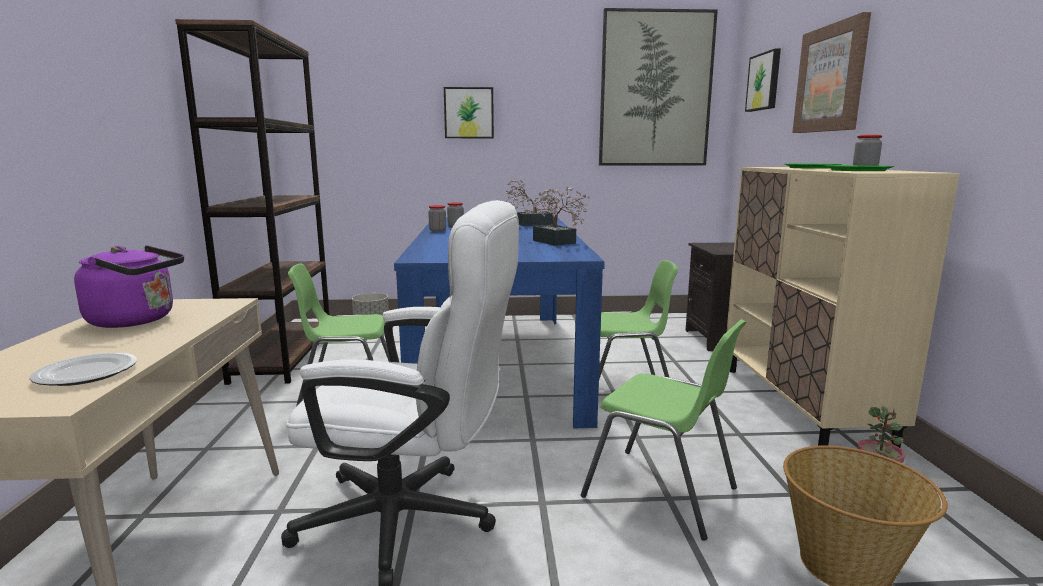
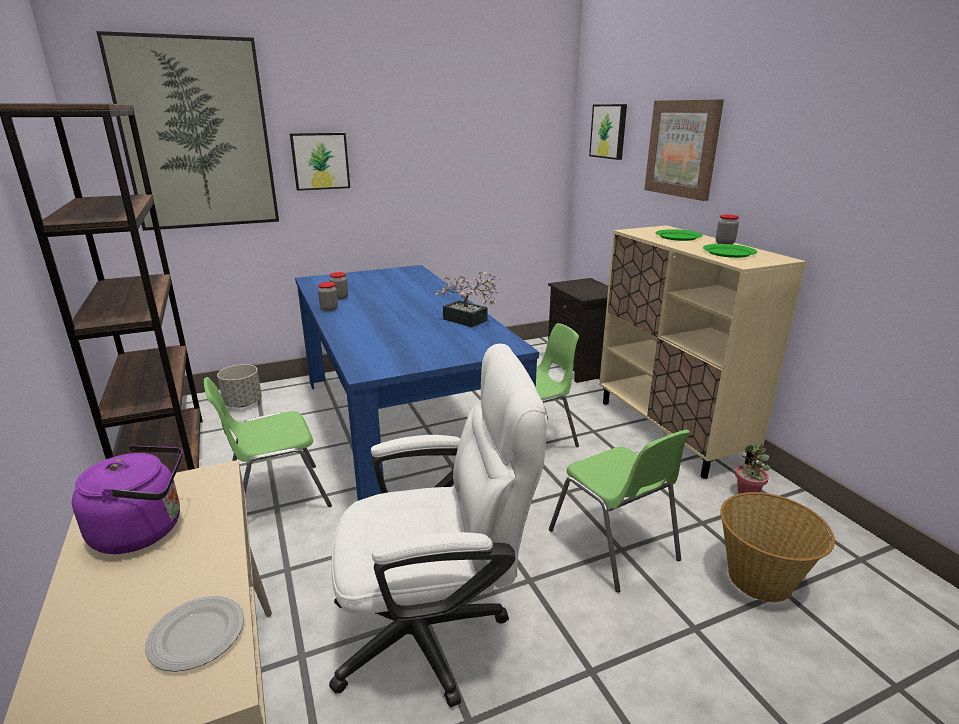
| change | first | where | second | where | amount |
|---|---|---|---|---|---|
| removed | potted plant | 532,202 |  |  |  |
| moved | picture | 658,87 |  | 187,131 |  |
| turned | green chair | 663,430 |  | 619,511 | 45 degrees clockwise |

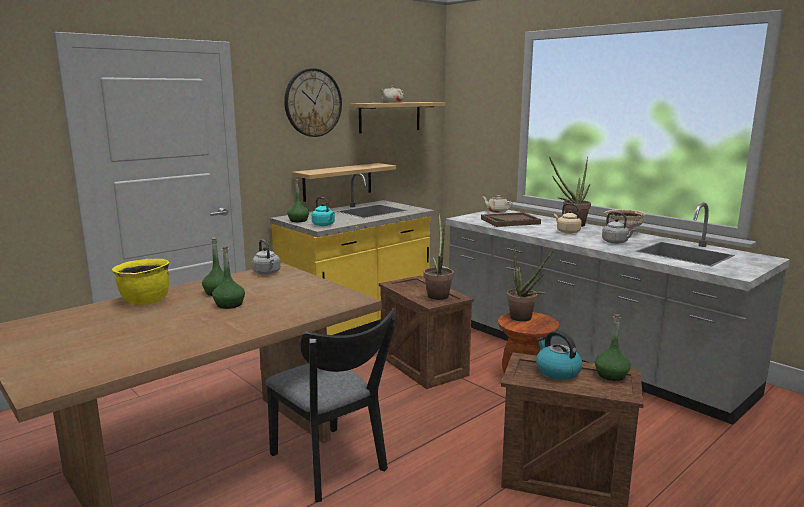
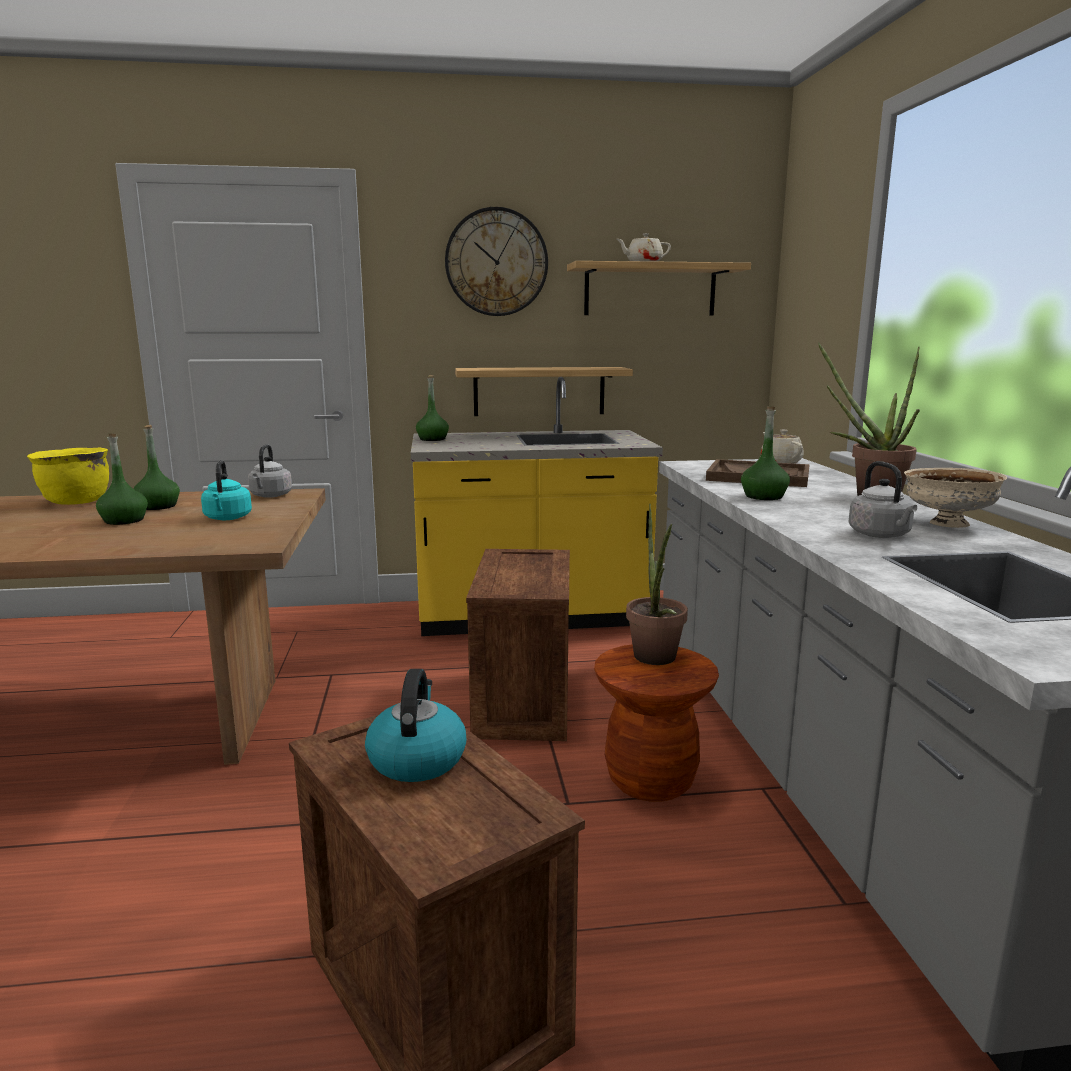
| change | first | where | second | where | amount |
|---|---|---|---|---|---|
| removed | black chair | 331,405 |  |  |  |
| removed | potted plant | 439,256 |  |  |  |
| removed | beige kettle | 567,218 |  |  |  |
| moved | turquoise kettle | 323,211 |  | 226,490 |  |
| moved | green bottle | 613,347 |  | 765,453 |  |

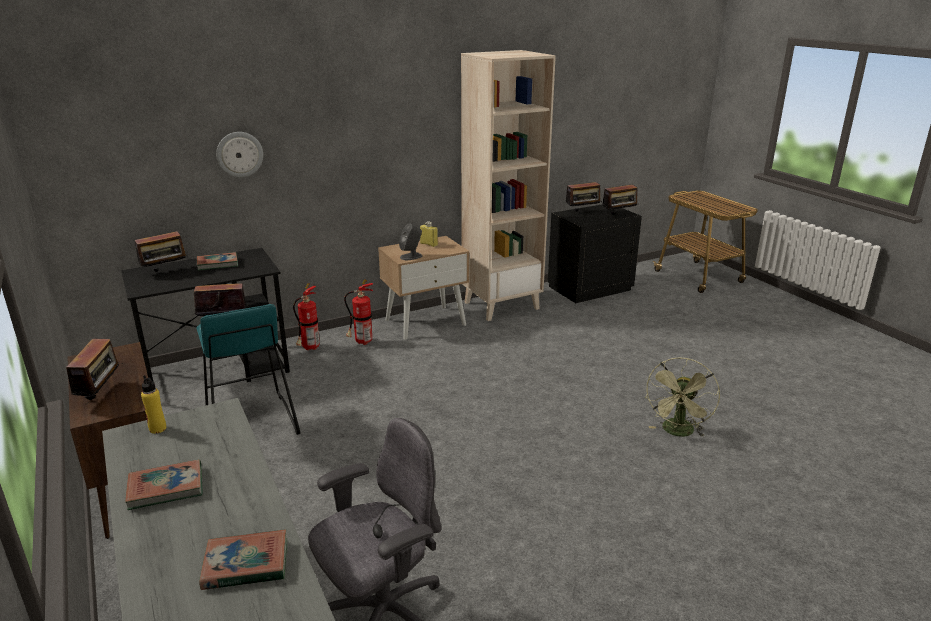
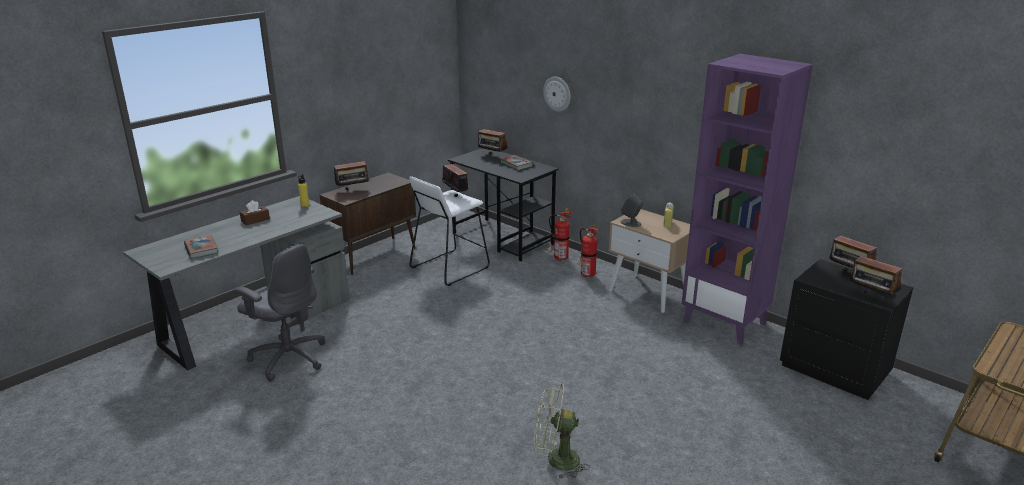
| change | first | where | second | where | amount |
|---|---|---|---|---|---|
| replaced | book | 164,484 | brown tissue box | 255,213 |  |
| recoloured | turquoise stool | 248,369 | white stool | 449,231 |  |
| recoloured | beige bookcase | 508,185 | purple bookcase | 747,199 |  |

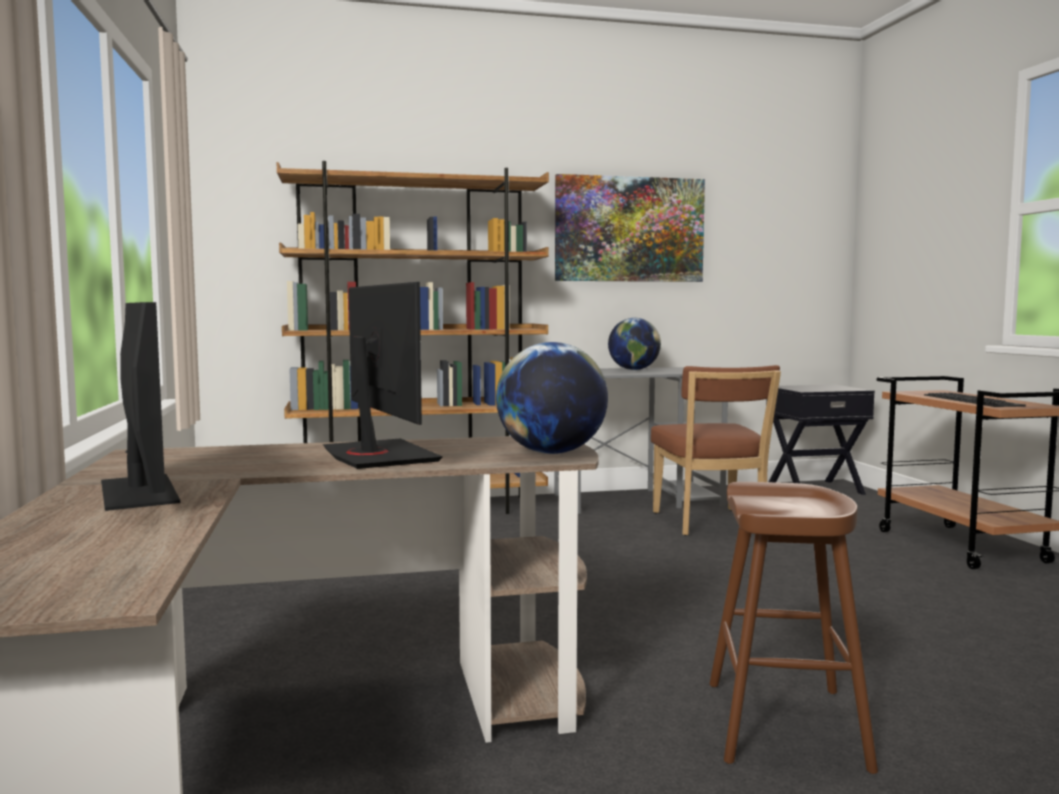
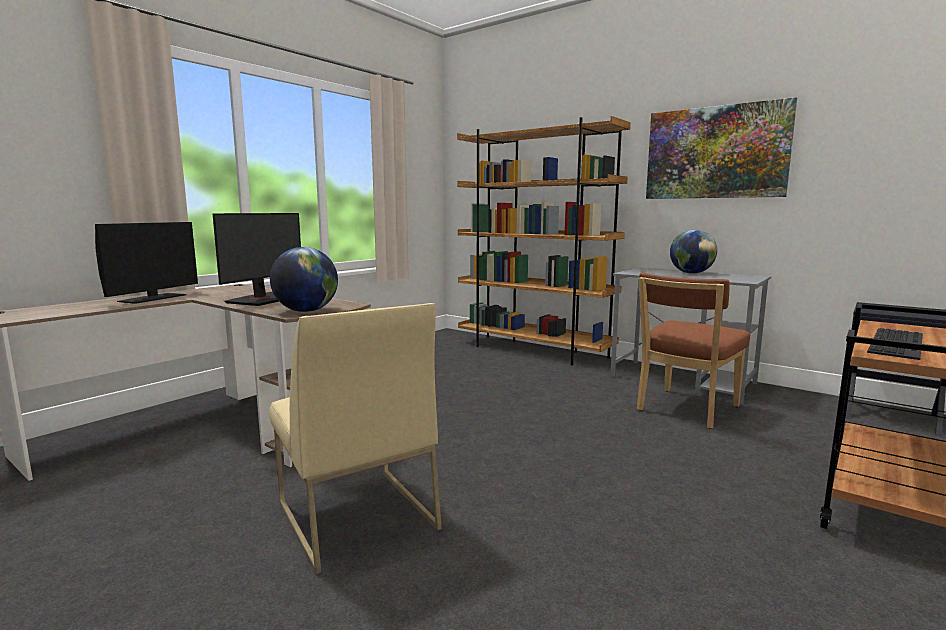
| change | first | where | second | where | amount |
|---|---|---|---|---|---|
| replaced | brown stool | 794,628 | beige chair | 355,438 |  |

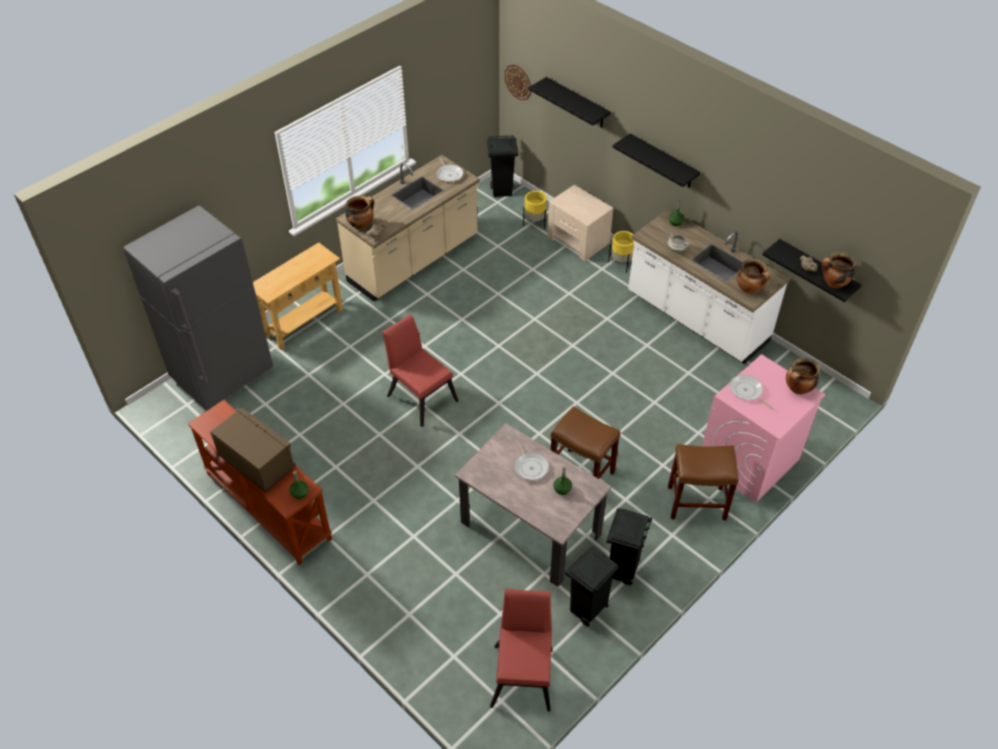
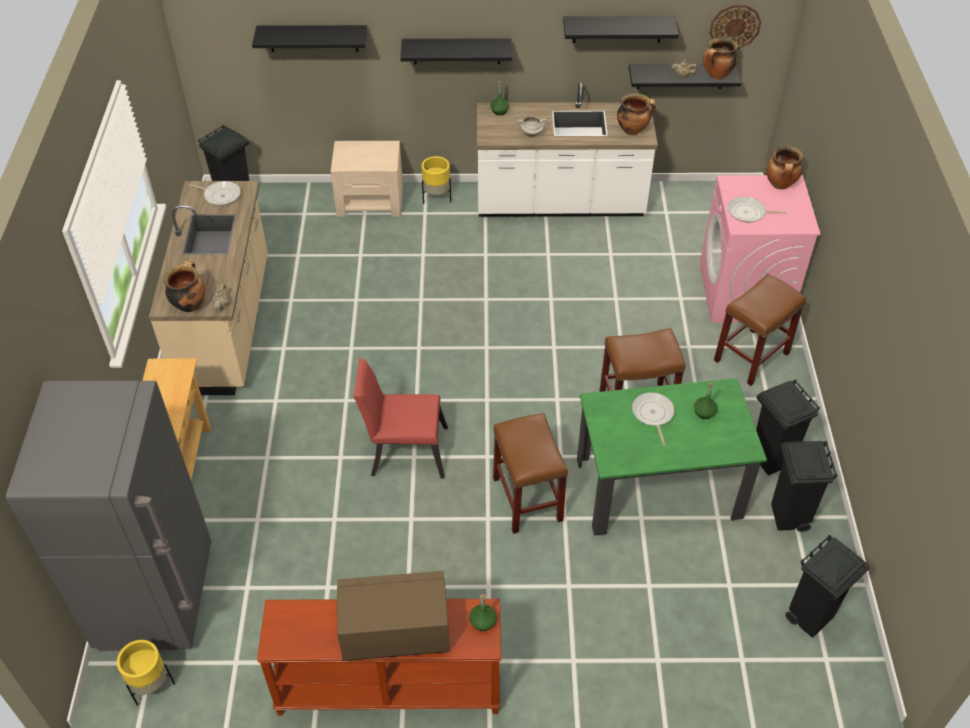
| change | first | where | second | where | amount |
|---|---|---|---|---|---|
| added |  |  | brown stool | 530,473 |  |
| added |  |  | black shelf | 621,29 |  |
| moved | wall clock | 517,83 |  | 735,27 |  |
| moved | yellow planter | 535,210 |  | 146,673 |  |
| replaced | red chair | 521,649 | black trash can | 827,586 |  |
| recoloured | beige dining table | 533,505 | green dining table | 672,456 |  |
| turned | frying pan | 532,460 |  | 653,419 | 120 degrees counterclockwise |

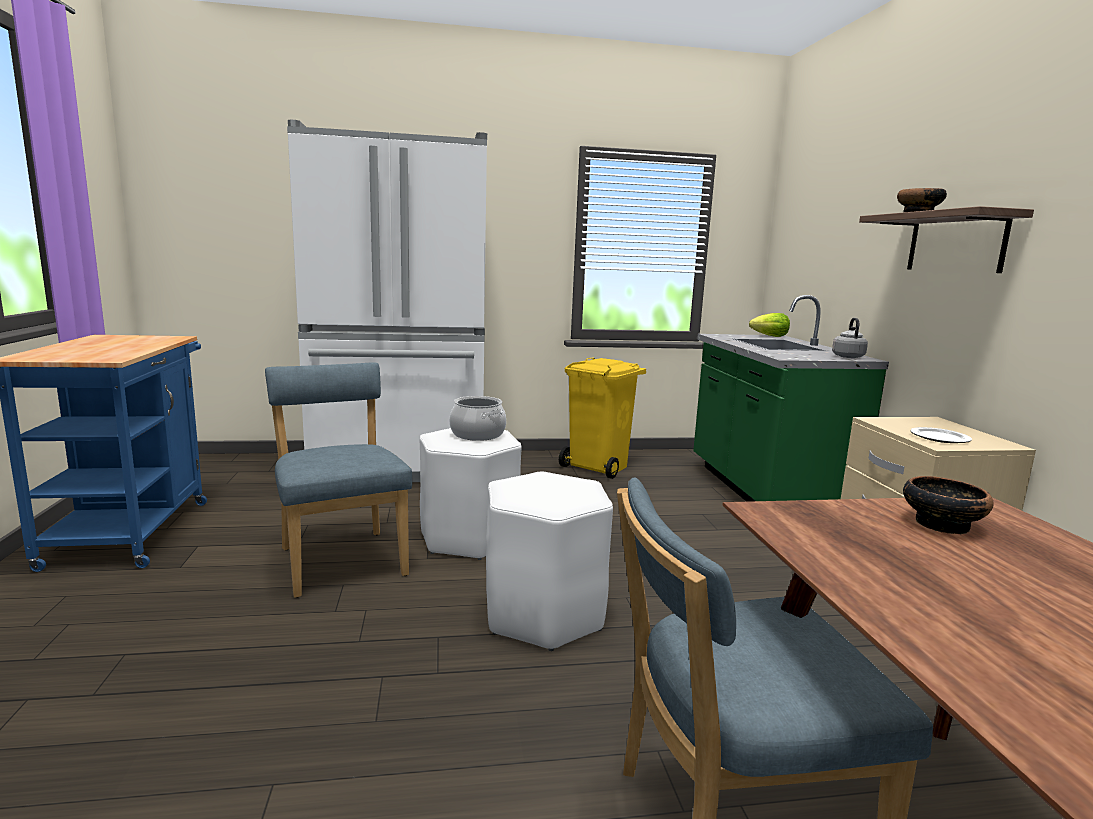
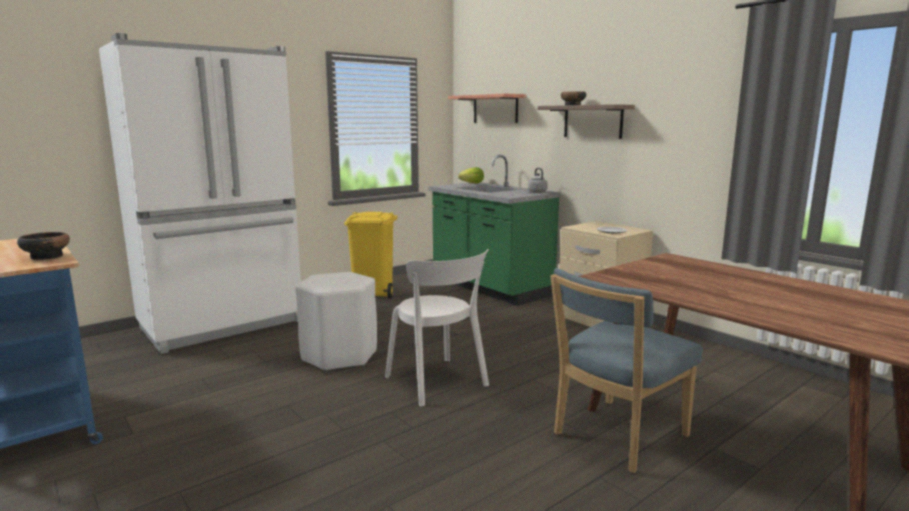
| change | first | where | second | where | amount |
|---|---|---|---|---|---|
| removed | blue chair | 338,480 |  |  |  |
| removed | cooking pot | 477,418 |  |  |  |
| added |  |  | shelf | 487,108 |  |
| moved | bowl | 948,505 |  | 43,246 |  |
| replaced | white stool | 549,561 | white chair | 437,328 |  |

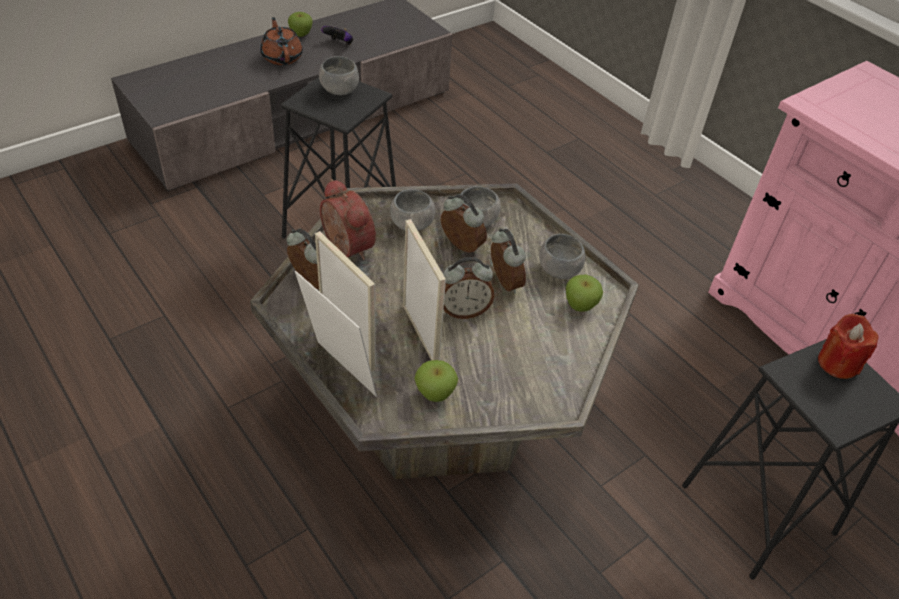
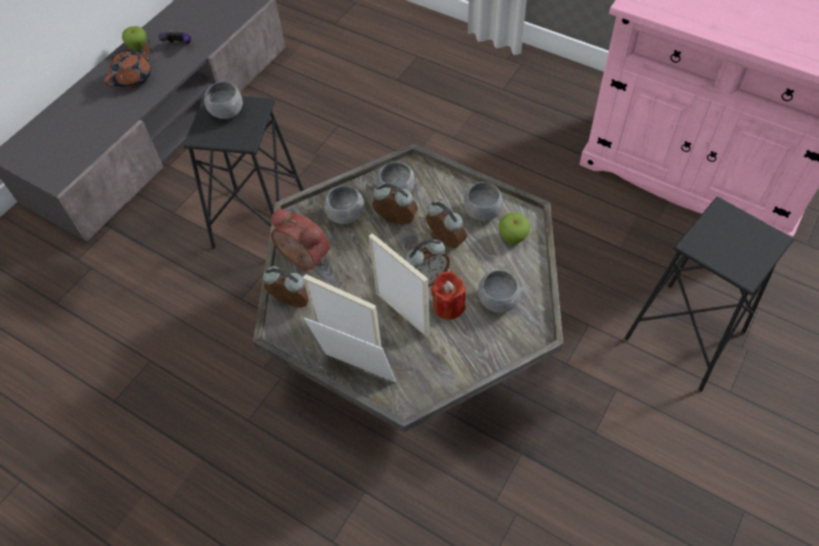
| change | first | where | second | where | amount |
|---|---|---|---|---|---|
| removed | apple | 436,381 |  |  |  |
| added |  |  | grey bowl | 499,291 |  |
| moved | red candle | 848,346 |  | 448,295 |  |
| turned | brown teapot | 281,41 |  | 127,64 | 75 degrees clockwise |

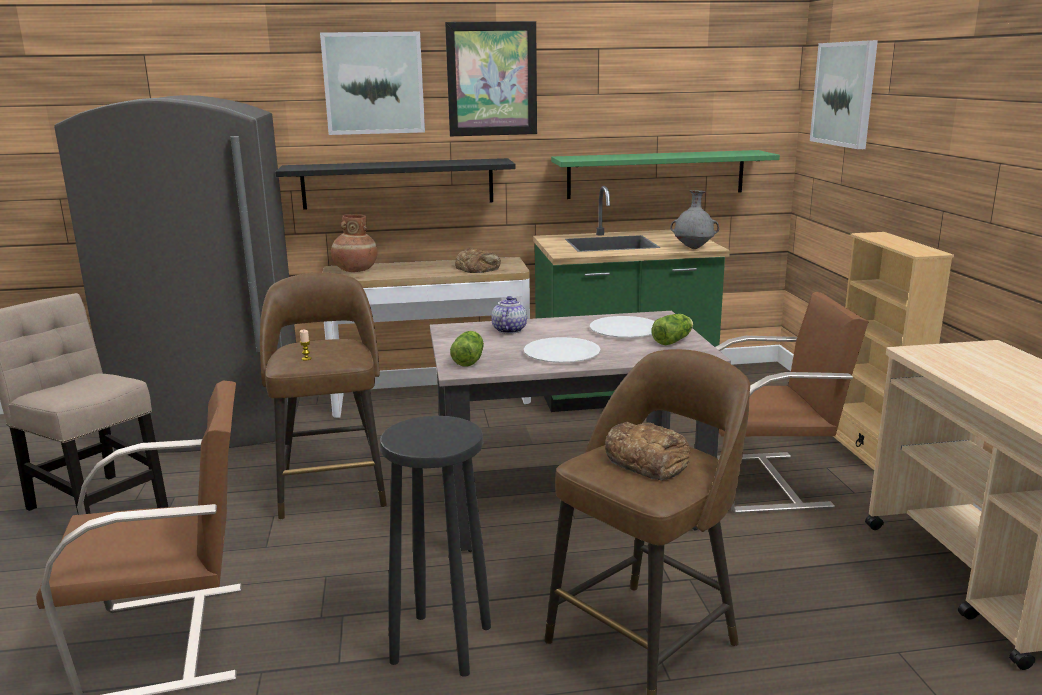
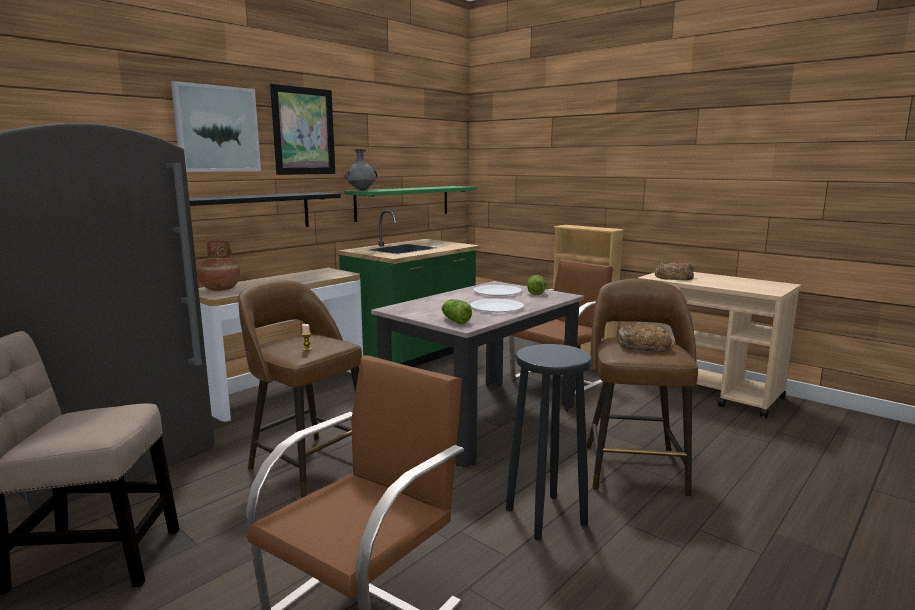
| change | first | where | second | where | amount |
|---|---|---|---|---|---|
| removed | teapot | 509,315 |  |  |  |
| removed | picture | 844,94 |  |  |  |
| moved | bread | 478,260 |  | 674,271 |  |
| moved | grey vase | 694,219 |  | 361,170 |  |

